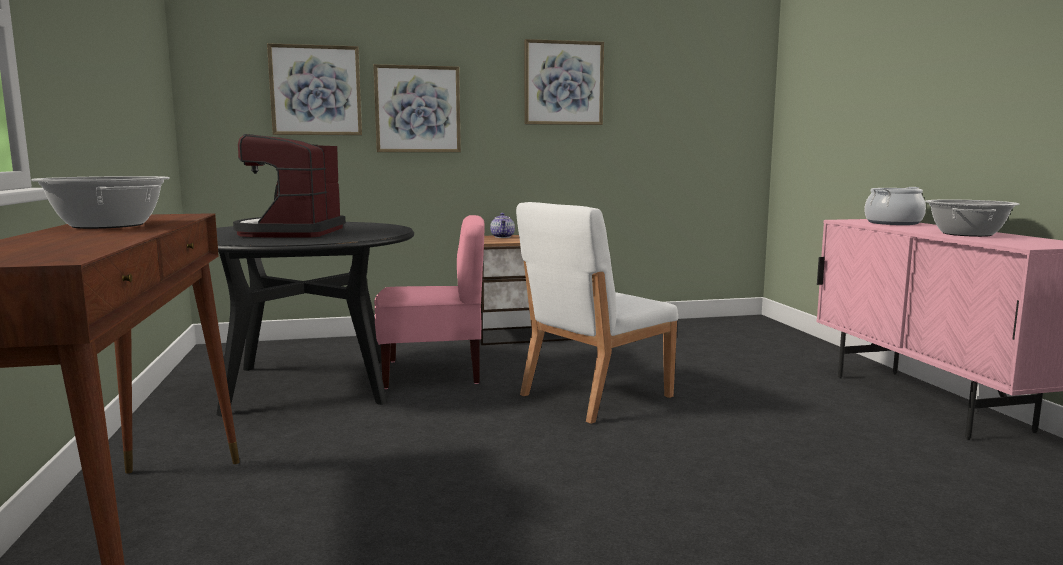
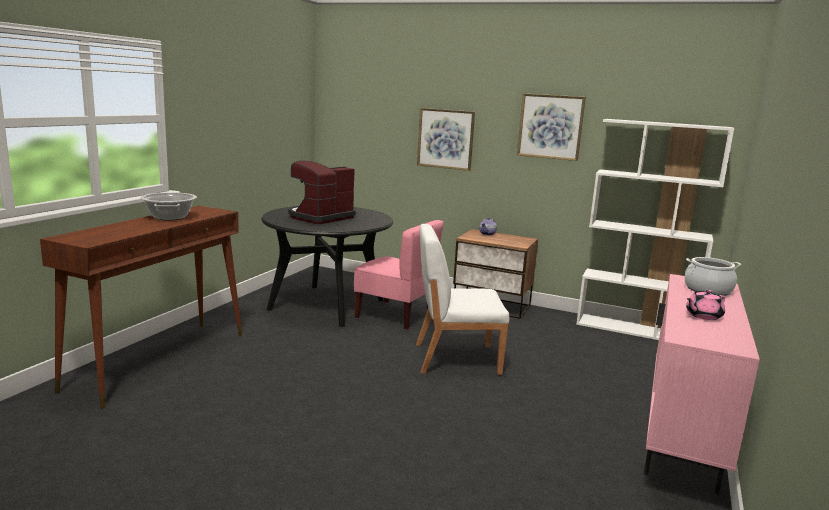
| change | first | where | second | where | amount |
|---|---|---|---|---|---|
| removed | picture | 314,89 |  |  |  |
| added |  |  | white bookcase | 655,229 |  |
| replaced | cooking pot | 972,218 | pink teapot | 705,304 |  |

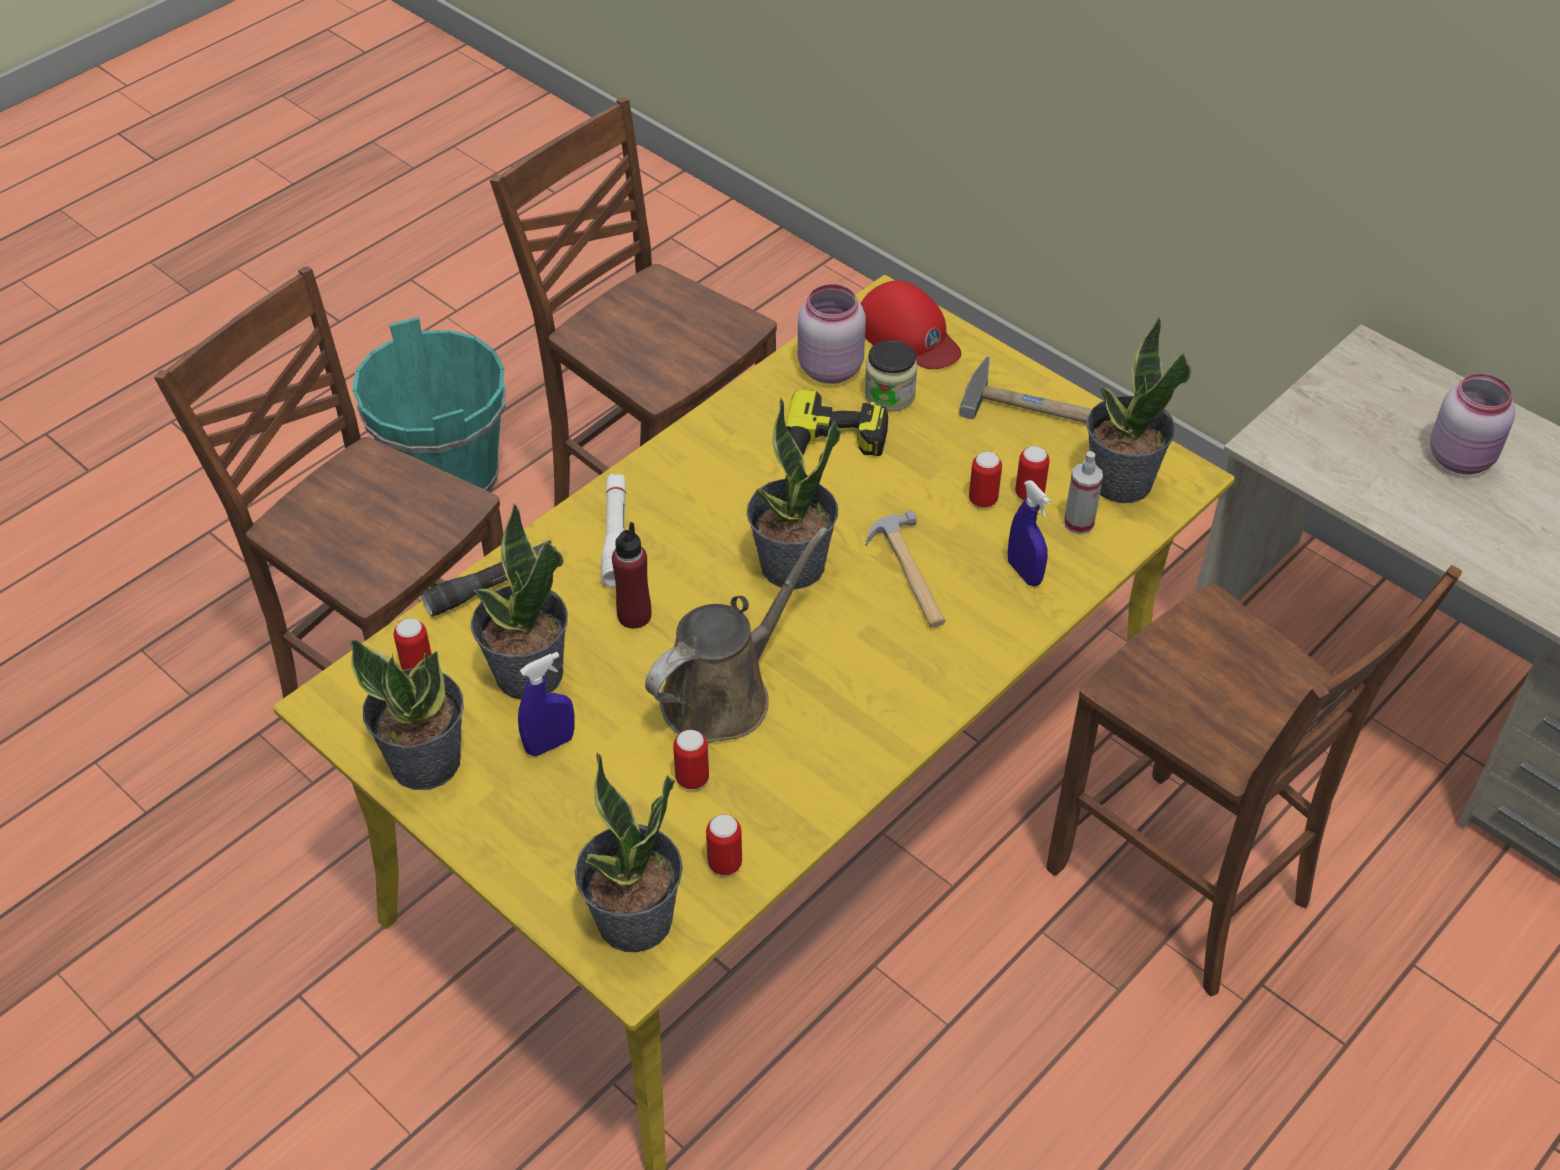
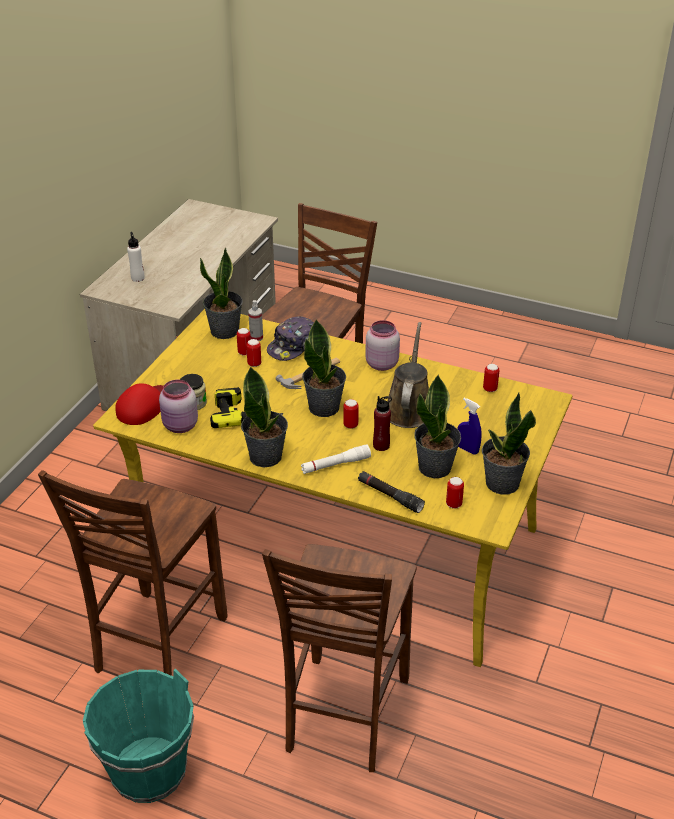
| change | first | where | second | where | amount |
|---|---|---|---|---|---|
| removed | hammer | 1025,389 |  |  |  |
| added |  |  | white bottle | 136,257 |  |
| moved | potted plant | 629,852 |  | 264,417 |  |
| moved | can | 691,760 |  | 351,414 |  |
| moved | pink jar | 1472,424 |  | 382,345 |  |
| replaced | blue spray bottle | 1029,533 | cap | 290,338 |  |
| turned | brown watering can | 736,635 |  | 408,375 | 75 degrees clockwise |

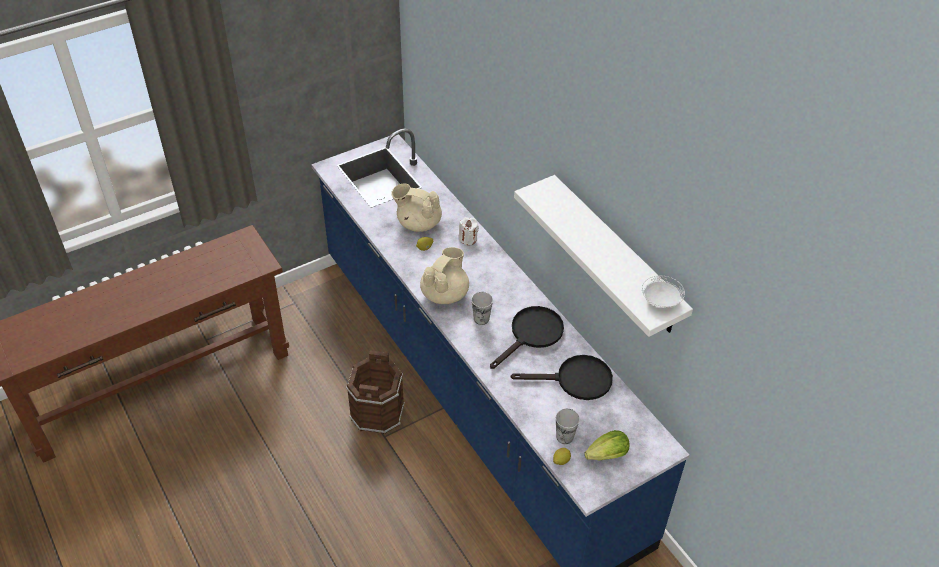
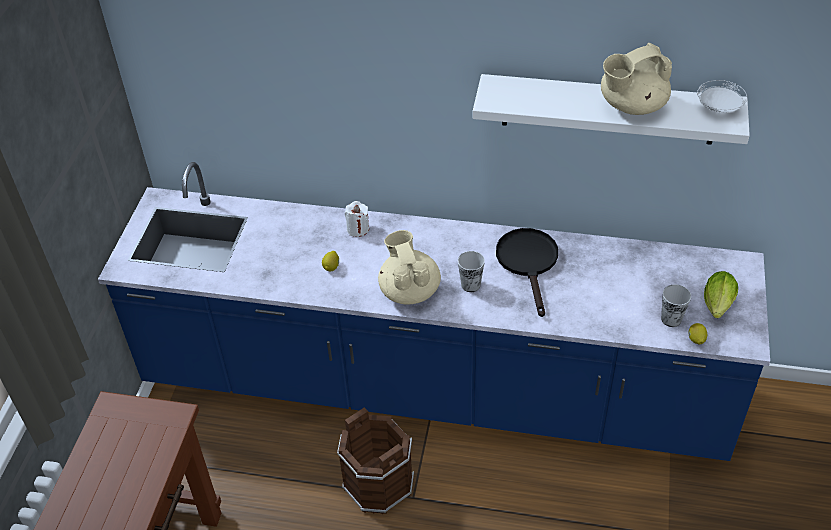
| change | first | where | second | where | amount |
|---|---|---|---|---|---|
| removed | black frying pan | 562,377 |  |  |  |
| moved | beige teapot | 416,207 |  | 636,79 |  |

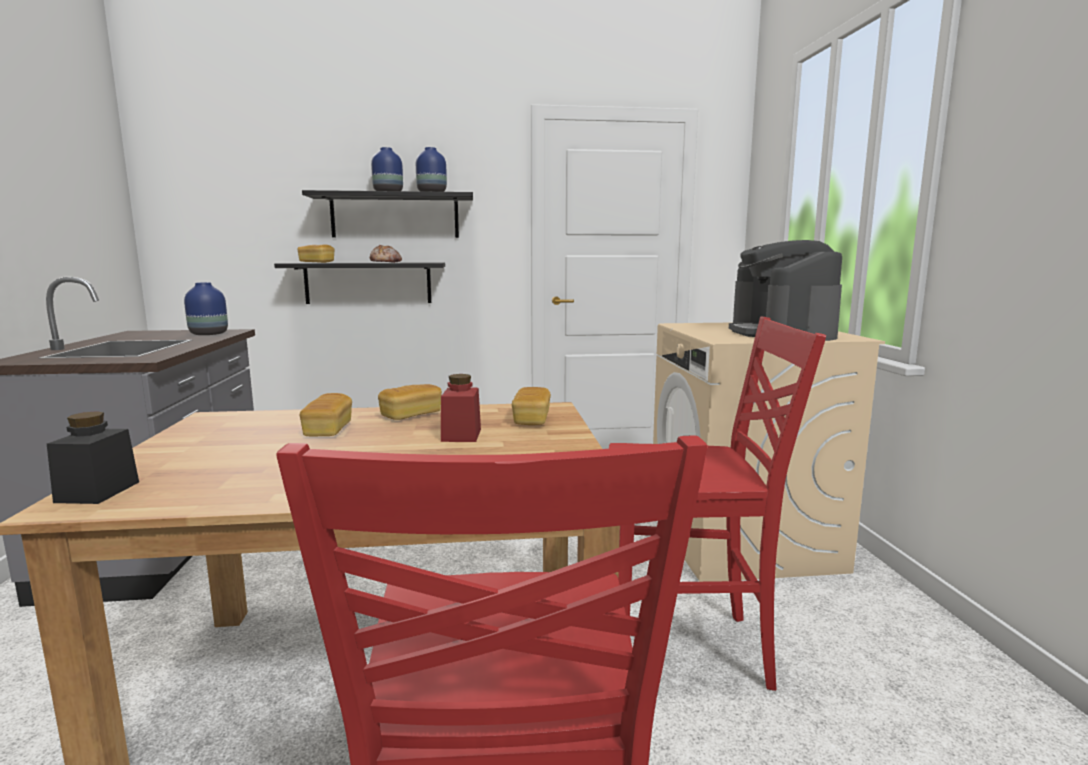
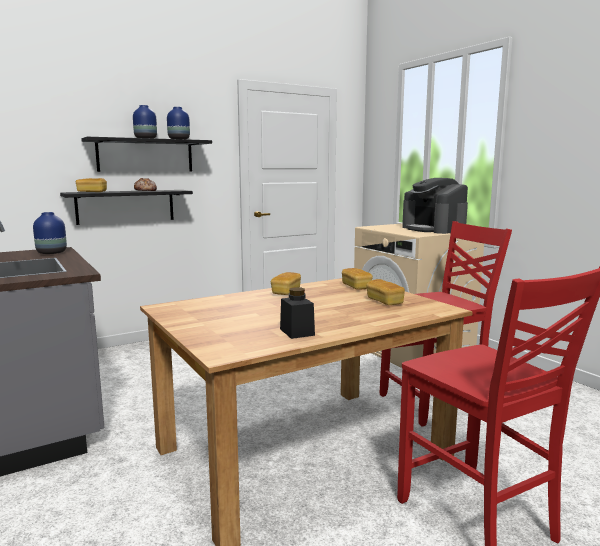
| change | first | where | second | where | amount |
|---|---|---|---|---|---|
| removed | red jar | 461,408 |  |  |  |
| moved | black jar | 93,457 |  | 297,313 |  |
| moved | bread | 326,414 |  | 385,292 |  |

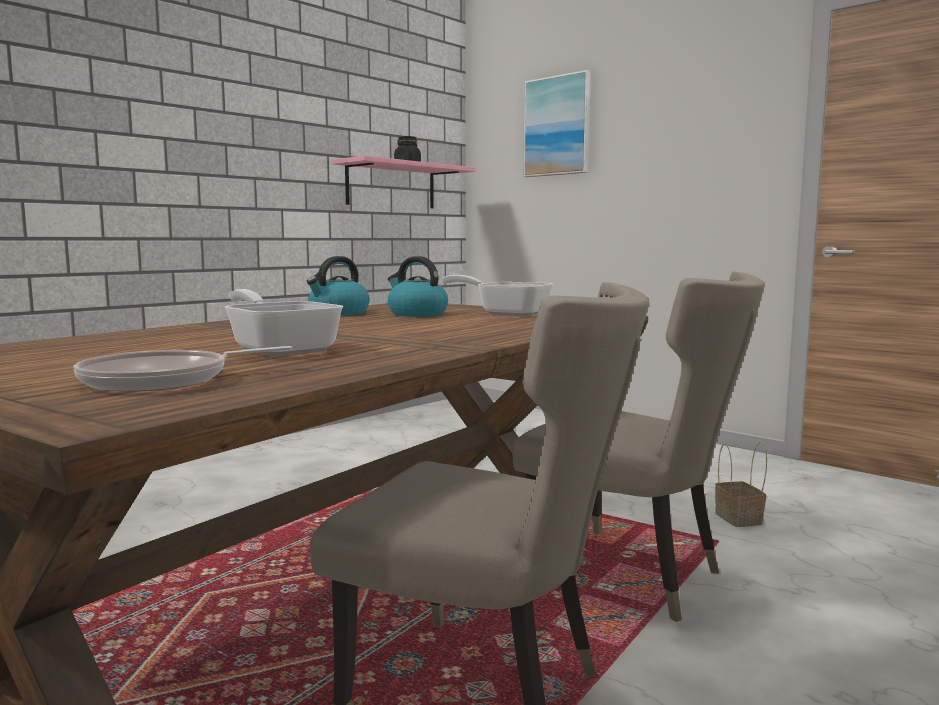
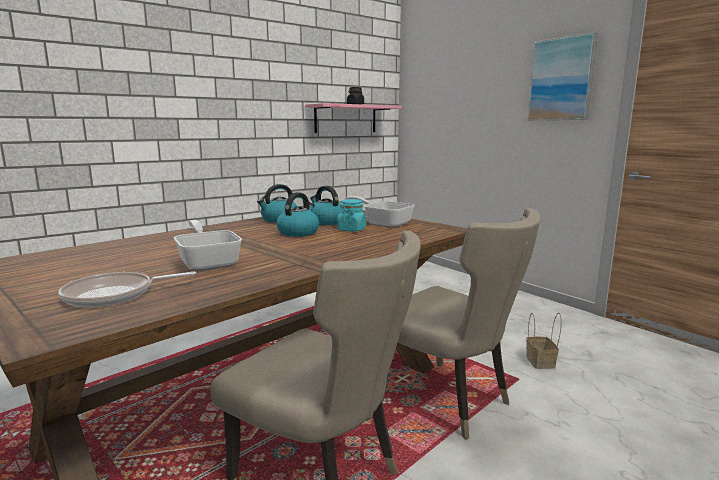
| change | first | where | second | where | amount |
|---|---|---|---|---|---|
| added |  |  | kettle | 297,214 |  |
| added |  |  | turquoise jar | 351,215 |  |
| moved | picture | 557,123 |  | 563,76 |  |

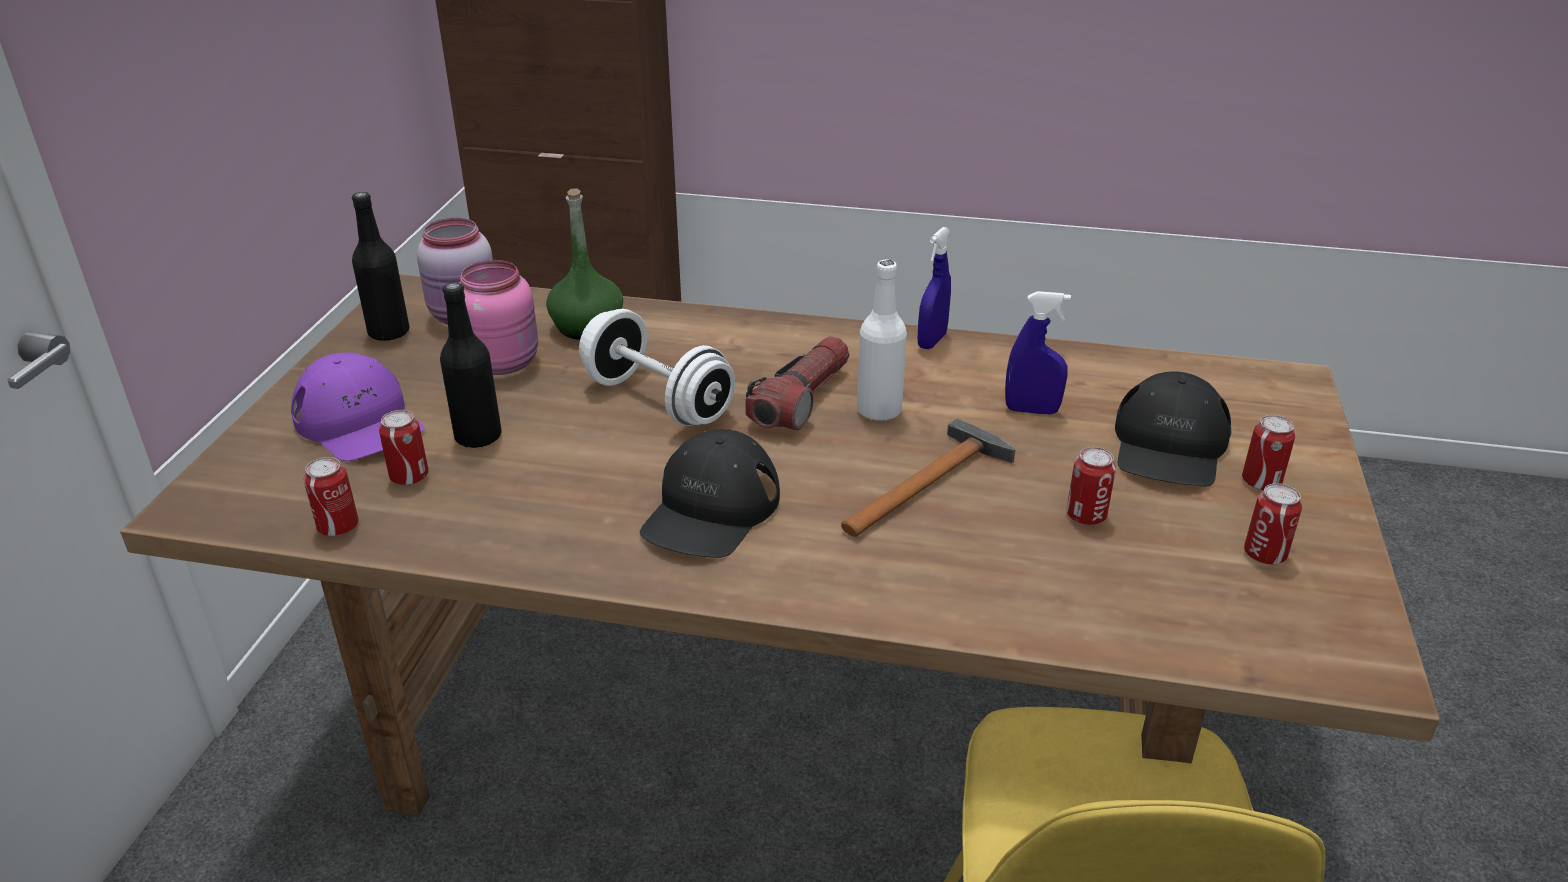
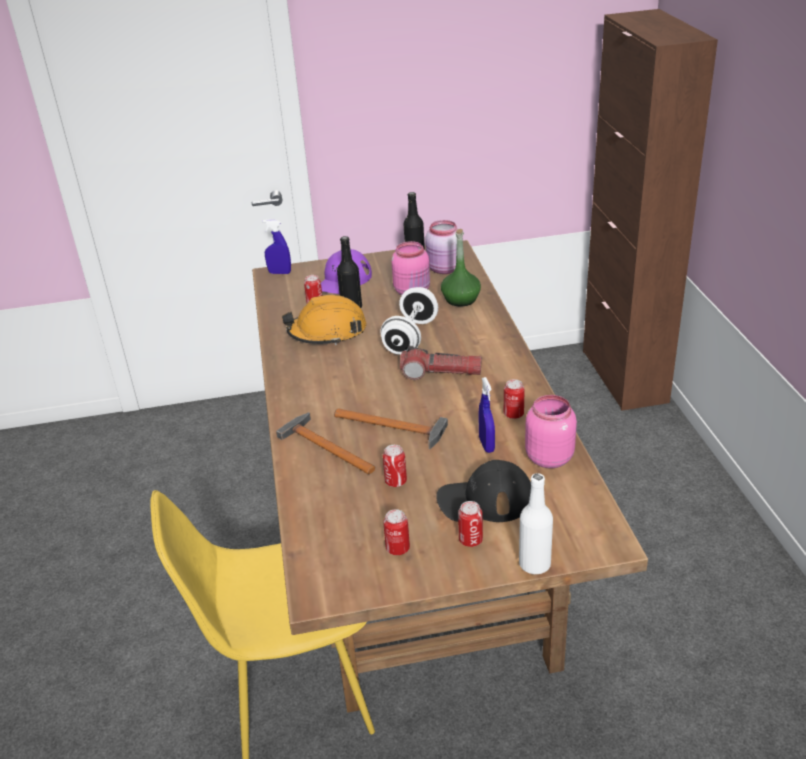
| change | first | where | second | where | amount |
|---|---|---|---|---|---|
| removed | black cap | 710,493 |  |  |  |
| added |  |  | hammer | 325,443 |  |
| added |  |  | orange hard hat | 324,320 |  |
| added |  |  | pink jar | 551,431 |  |
| moved | can | 331,496 |  | 514,399 |  |
| moved | white bottle | 882,340 |  | 536,523 |  |
| moved | blue spray bottle | 934,288 |  | 277,246 |  |

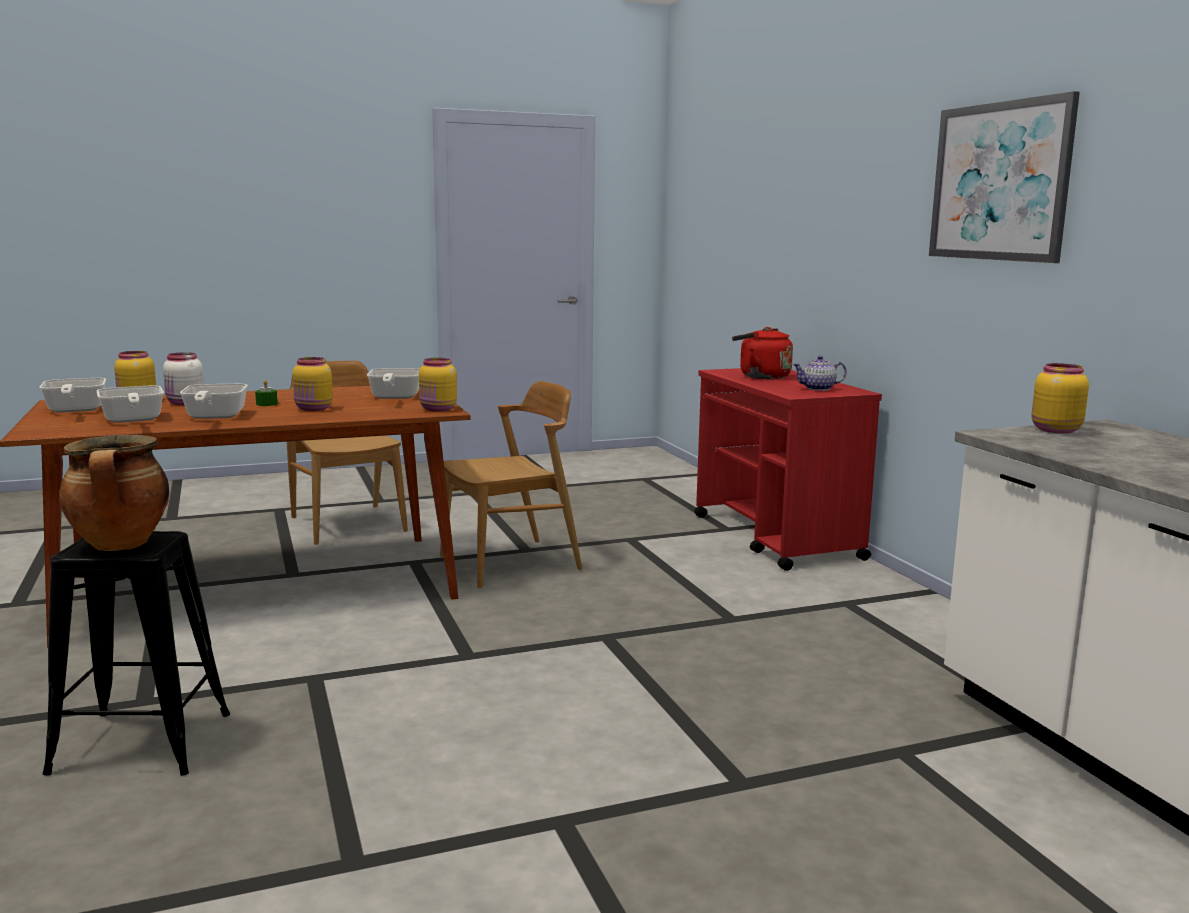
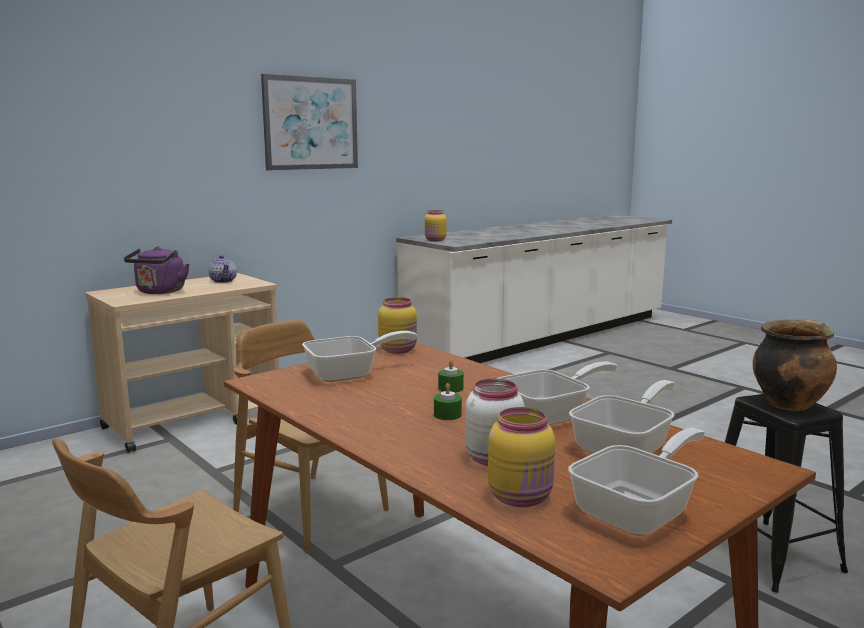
| change | first | where | second | where | amount |
|---|---|---|---|---|---|
| replaced | yellow jar | 313,384 | green candle | 451,376 |  |
| recoloured | red cart | 788,469 | beige cart | 182,363 |  |
| recoloured | red kettle | 762,353 | purple kettle | 156,270 |  |

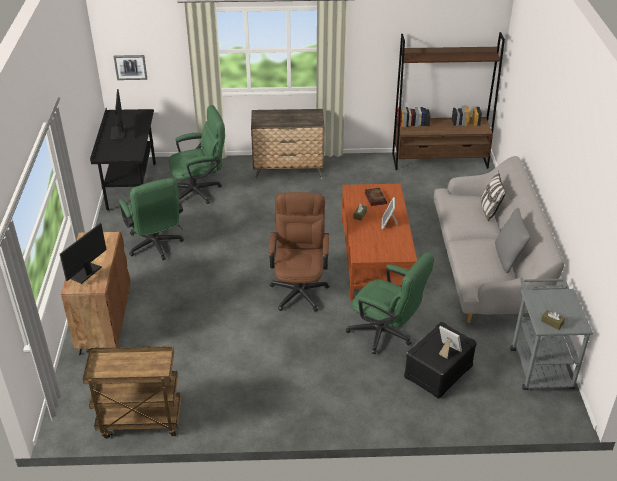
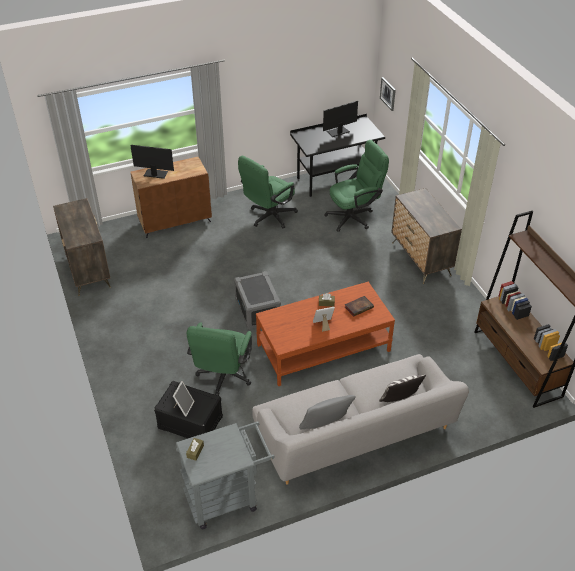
| change | first | where | second | where | amount |
|---|---|---|---|---|---|
| replaced | brown cart | 132,392 | dresser | 82,247 |  |
| replaced | brown office chair | 299,252 | grey storage box | 257,300 |  |
| turned | green office chair | 197,154 |  | 356,186 | 75 degrees counterclockwise |

